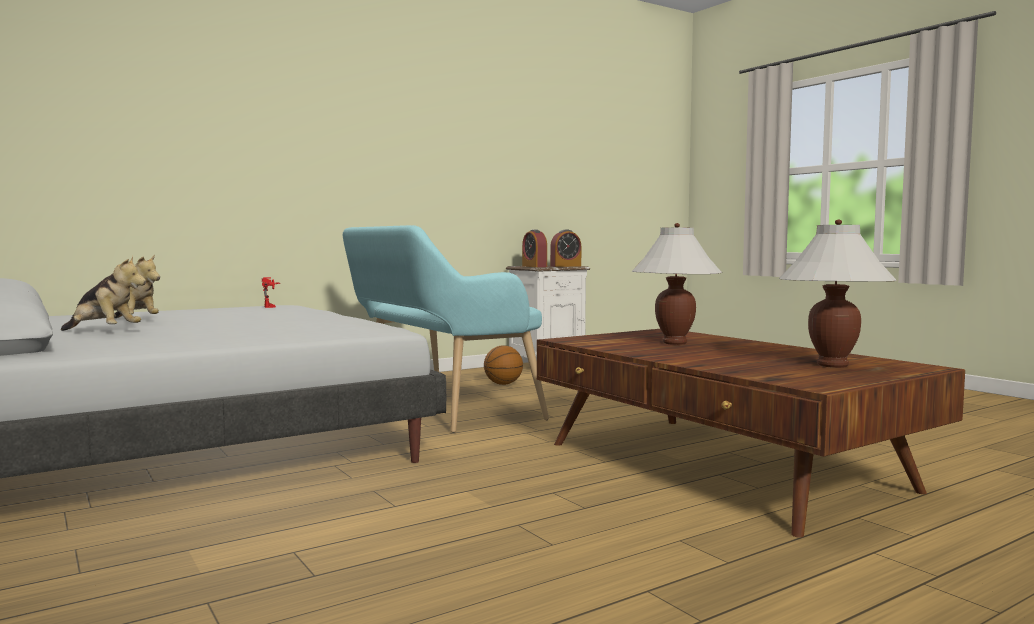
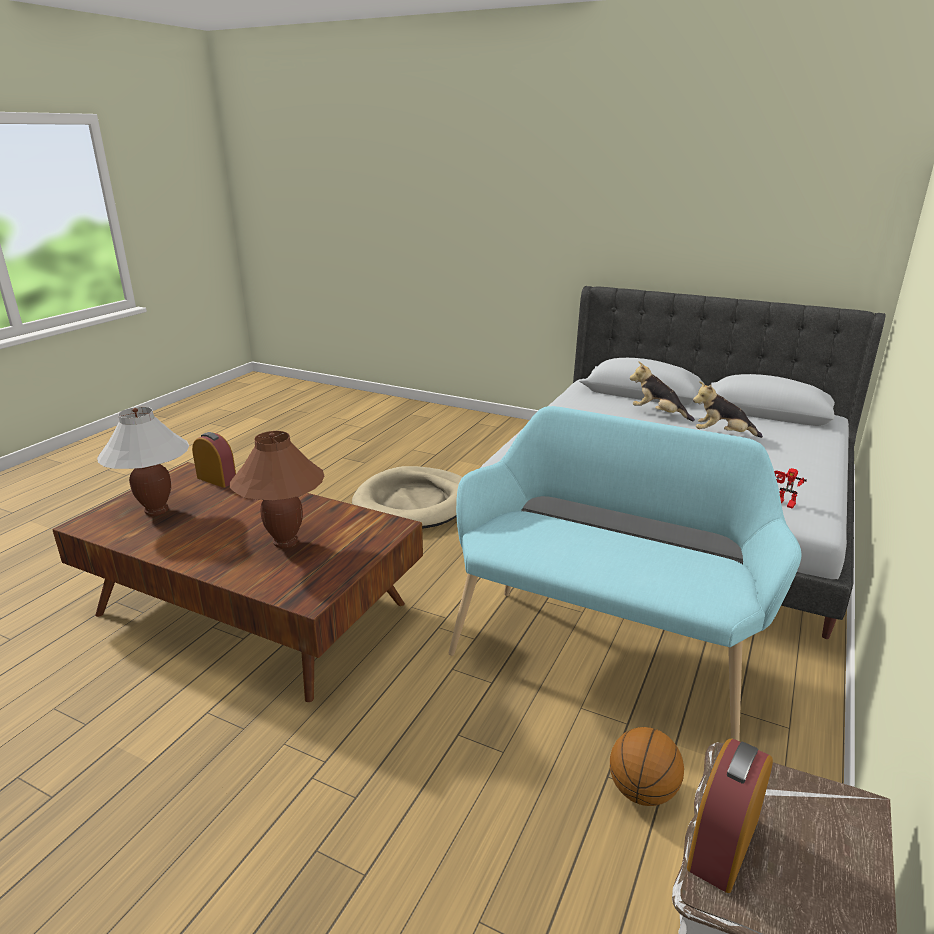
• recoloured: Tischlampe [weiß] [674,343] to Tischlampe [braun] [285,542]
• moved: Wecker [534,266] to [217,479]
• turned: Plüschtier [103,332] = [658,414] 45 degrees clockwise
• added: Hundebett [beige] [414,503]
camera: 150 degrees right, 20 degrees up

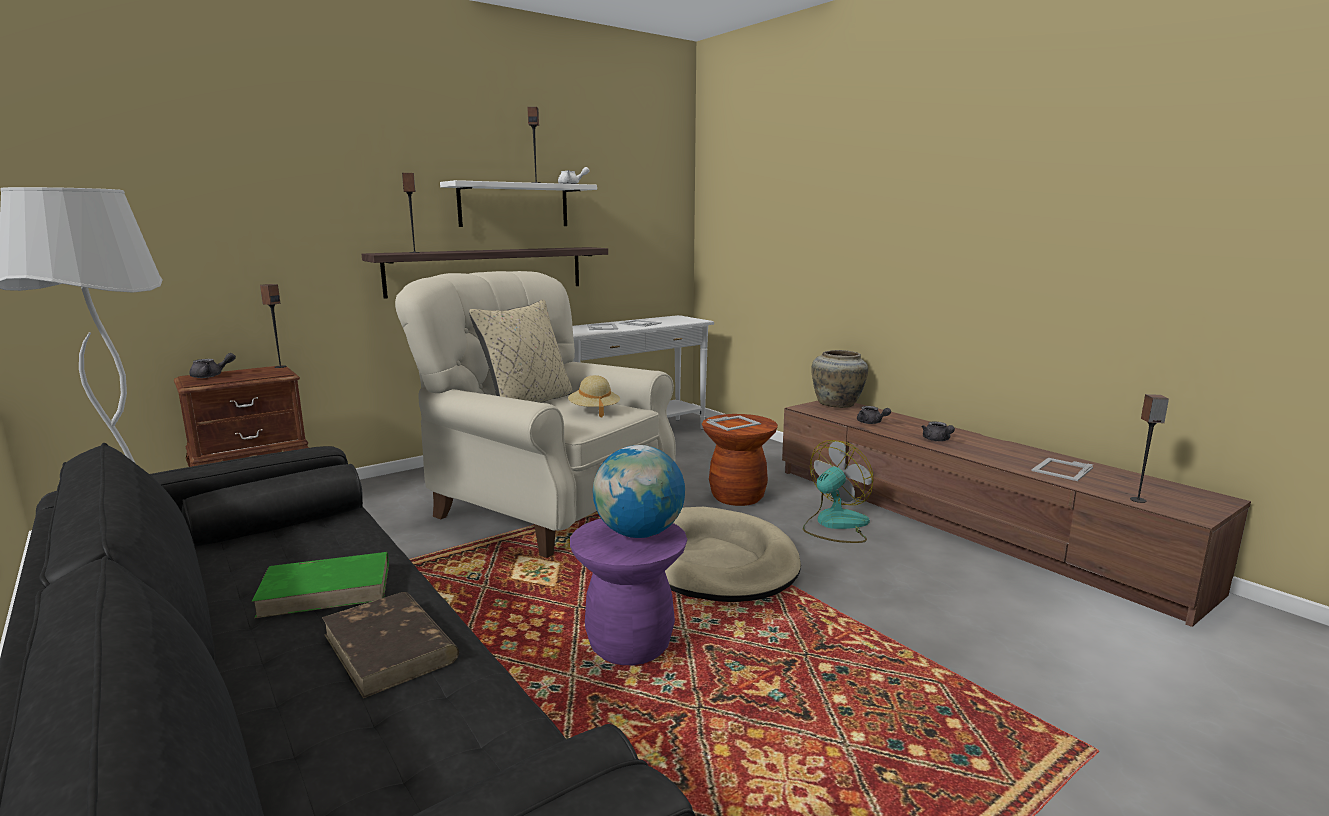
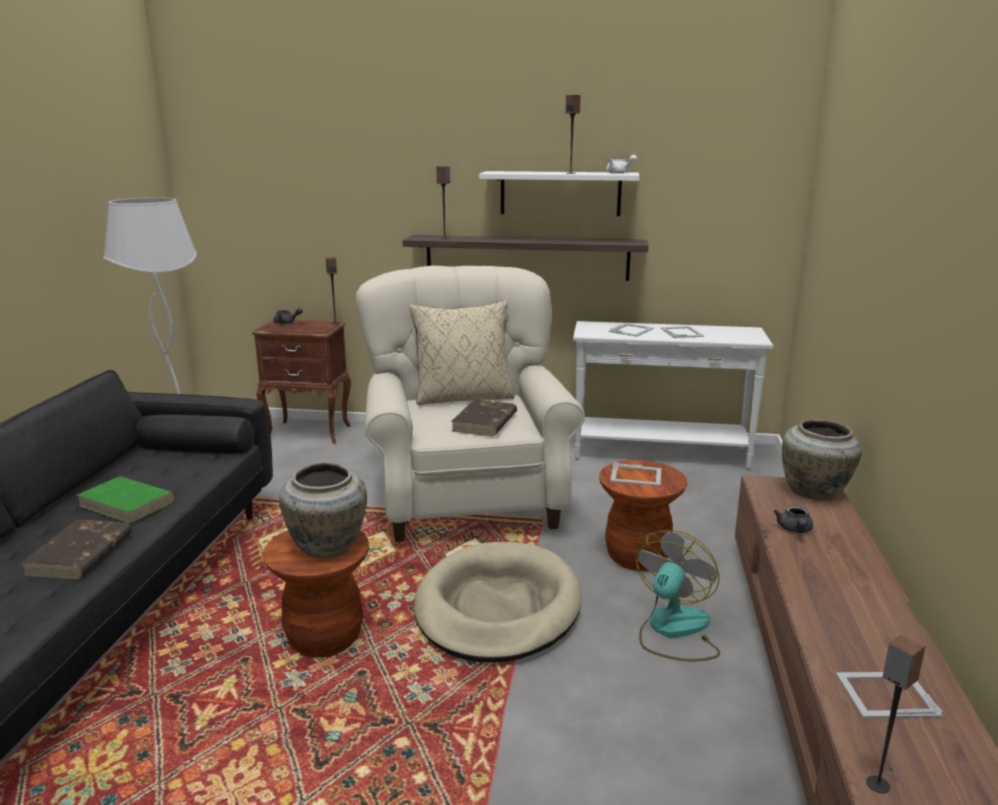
• replaced: Hut [beige] [594,411] to Buch [braun] [484,422]
• removed: Teekanne [grau] [937,440]
• turned: Ventilator [835,525] = [673,631] 60 degrees counterclockwise
• replaced: Globus [639,533] to Vase [beige] [327,547]
• recoloured: Hocker [lila] [630,645] to Hocker [braun] [324,638]
camera: 45 degrees right, 5 degrees up

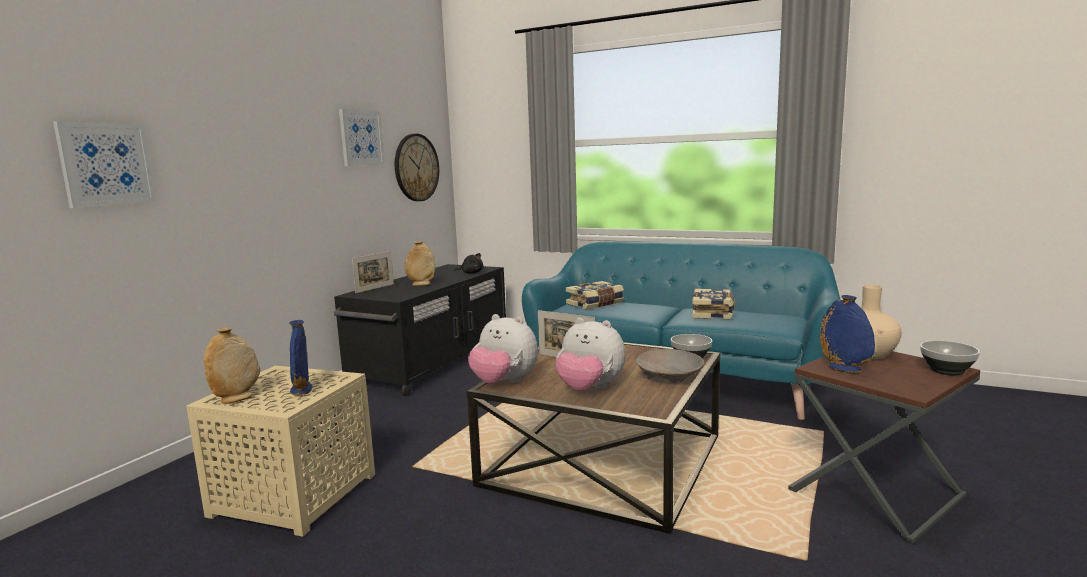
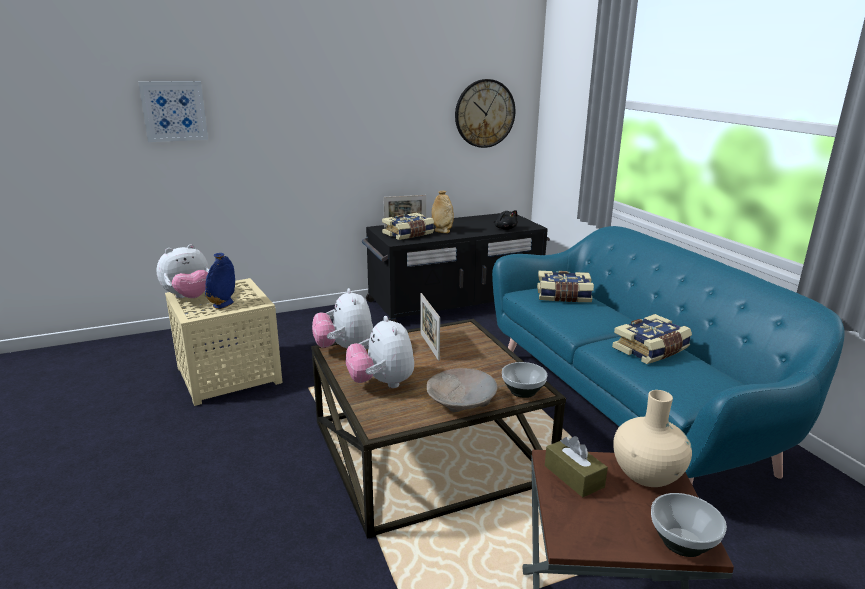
• removed: Bild [361,138]
• replaced: Vase [blau] [844,369] to Taschentuchbox [braun] [573,476]
• replaced: Vase [beige] [237,398] to Plüschtier [189,297]
• added: Buch [408,234]
camera: 40 degrees right, 10 degrees up

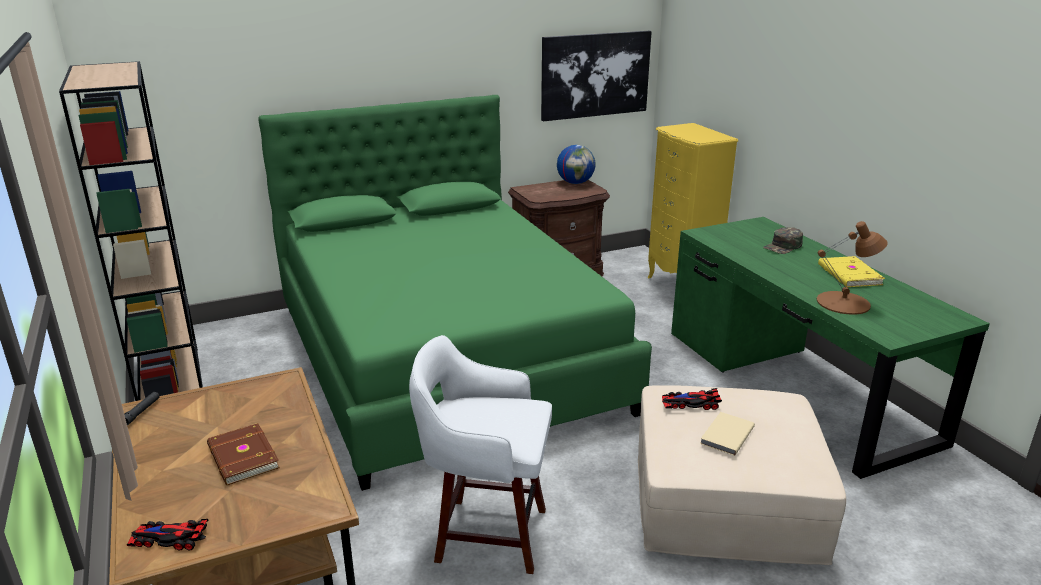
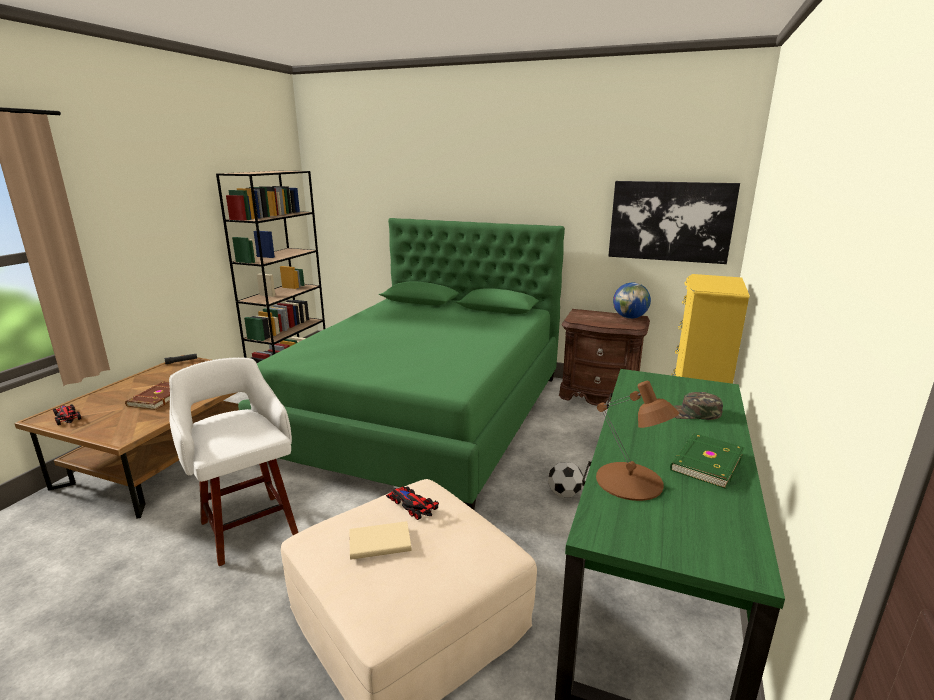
• recoloured: Buch [gelb] [848,275] to Buch [grün] [705,462]
• added: Fußball [564,494]
camera: 45 degrees right, 5 degrees down

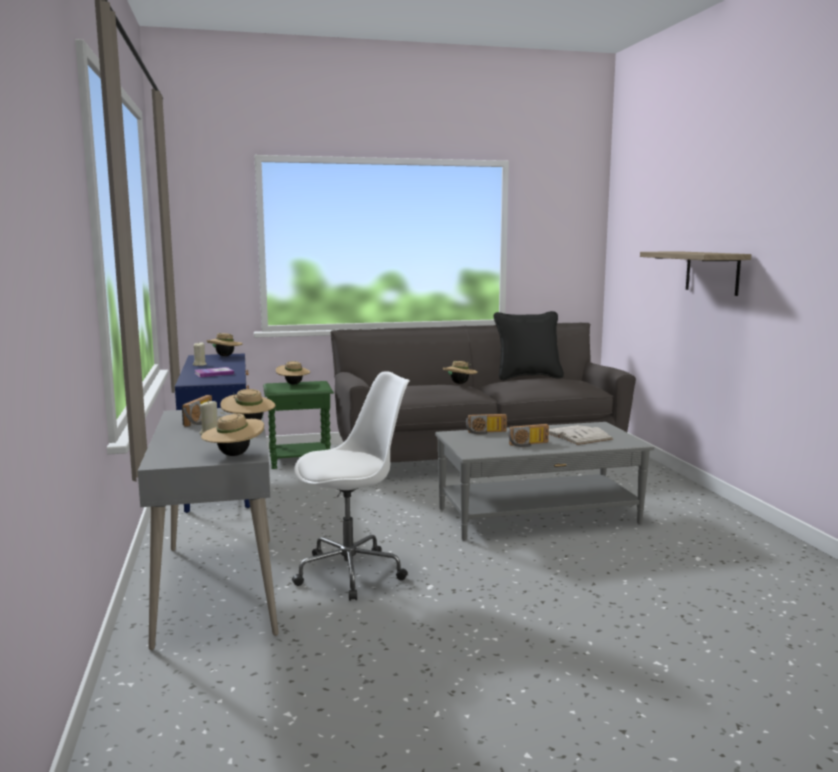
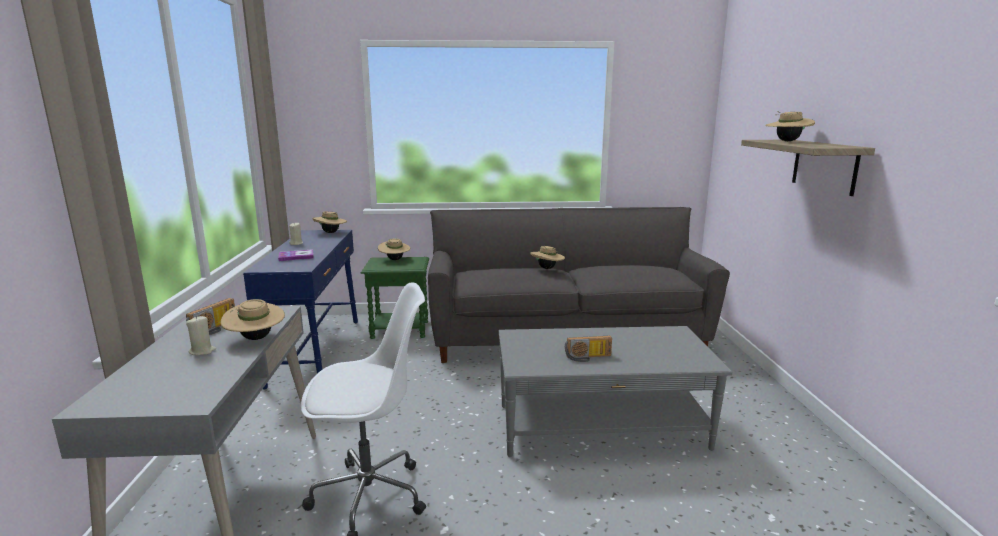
• removed: Kissen [schwarz] [527,377]
• moved: Hut [beige] [233,455] to [787,141]
• removed: Radio [486,432]
• removed: Buch [weiß] [576,435]
camera: 10 degrees right, 5 degrees up

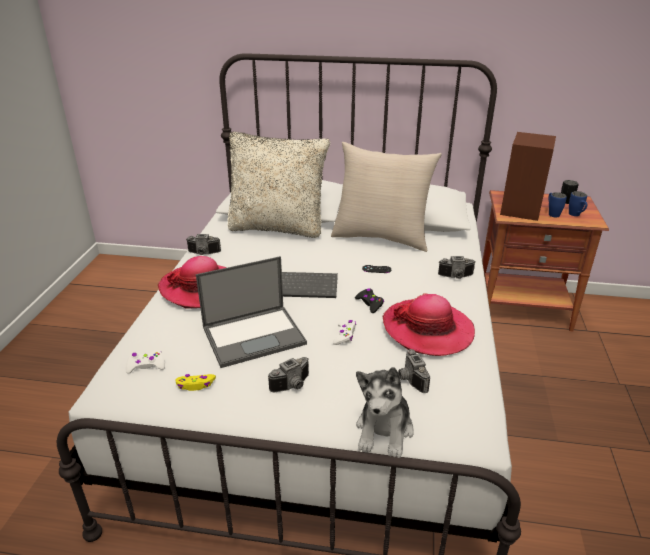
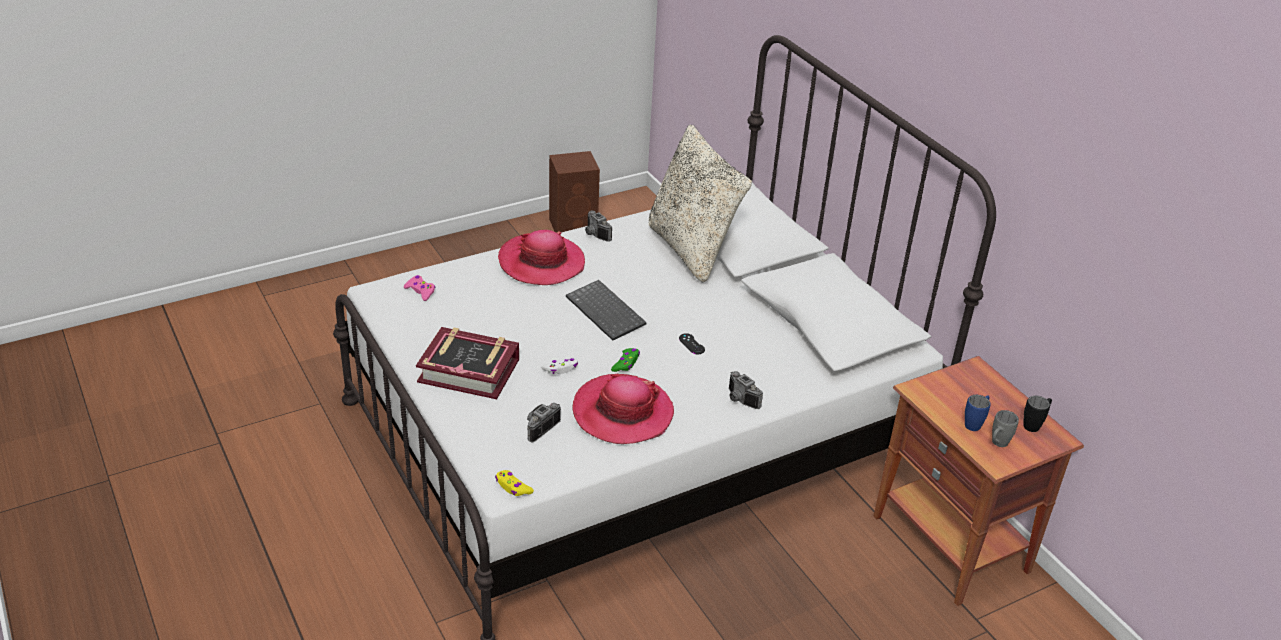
• moved: Lautsprecher [braun] [521,209] to [574,226]
• removed: Kissen [beige] [381,237]
• recoloured: Henkelbecher [blau] [576,215] to Henkelbecher [grau] [997,444]
• removed: Laptop [255,335]
• recoloured: Gamepad [schwarz] [370,303] to Gamepad [grün] [626,363]
• recoloured: Gamepad [weiß] [146,366] to Gamepad [rosa] [420,291]
• replaced: Kamera [293,386] to Buch [469,370]
• removed: Plüschtier [384,430]
• moved: Gamepad [gelb] [195,385] to [513,487]
camera: 50 degrees right, 5 degrees up

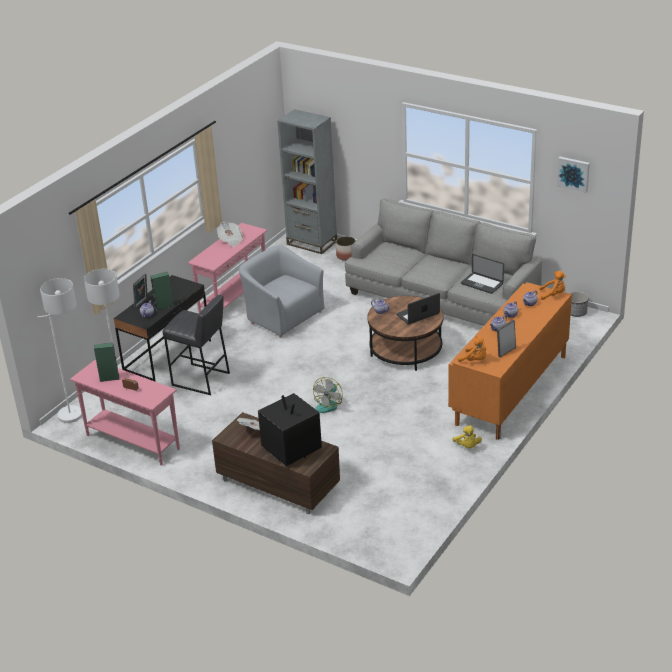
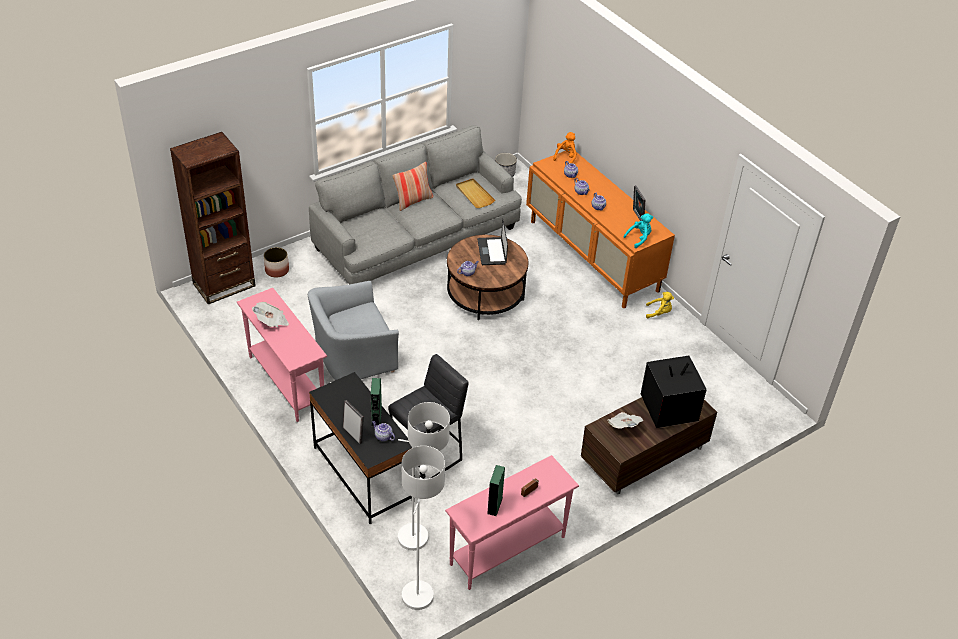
• recoloured: Bücherregal [grau] [312,243] to Bücherregal [braun] [224,285]
• removed: Bild [573,173]
• replaced: Laptop [482,284] to Tablett [beige] [474,194]
• recoloured: Plüschtier [orange] [474,360] to Plüschtier [türkis] [639,238]
• removed: Ventilator [328,404]
• added: Kissen [413,201]
camera: 70 degrees left, 10 degrees up

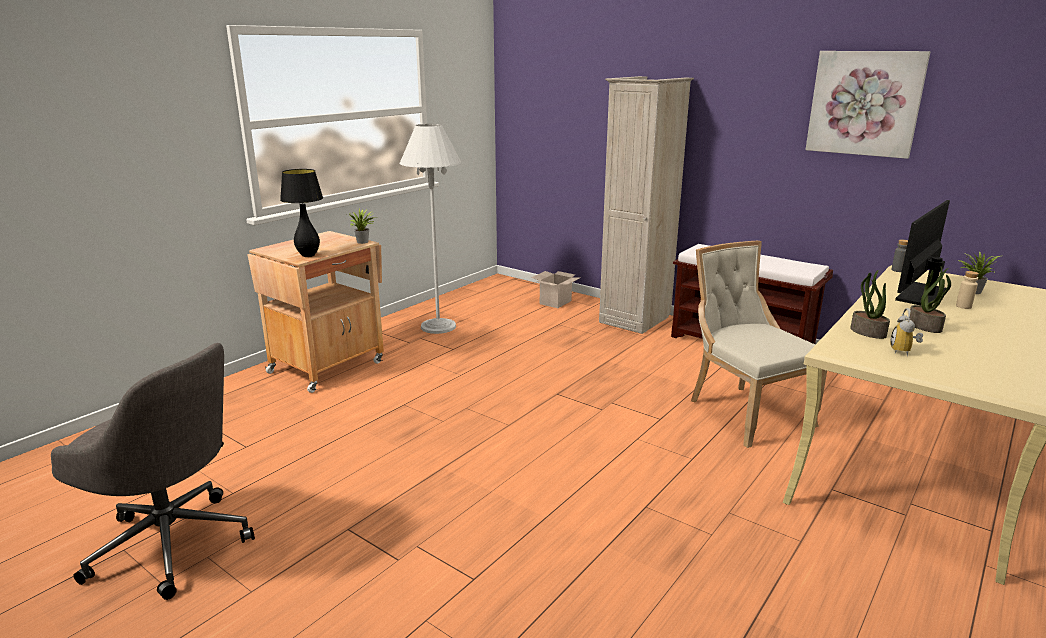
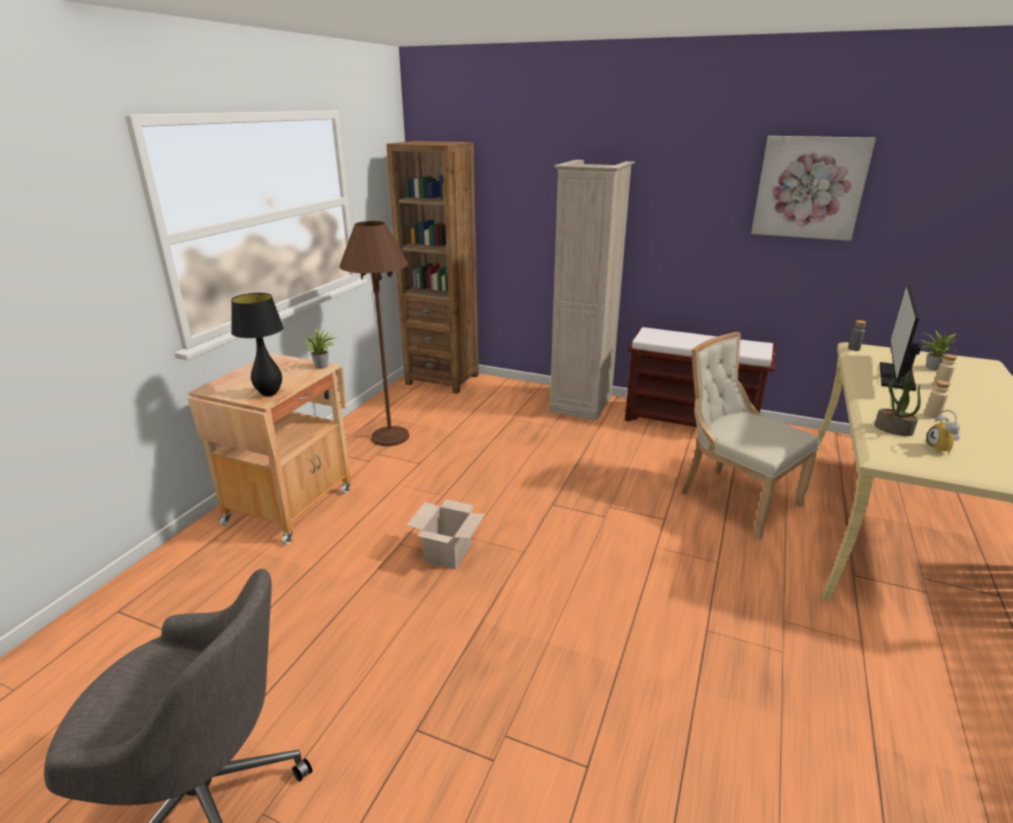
• recoloured: Stehlampe [weiß] [438,326] to Stehlampe [braun] [390,437]
• replaced: Topfpflanze [925,327] to Flasche [beige] [932,415]
• moved: Karton [555,302] to [448,552]
• added: Bücherregal [braun] [442,379]
camera: 15 degrees left, 5 degrees up

